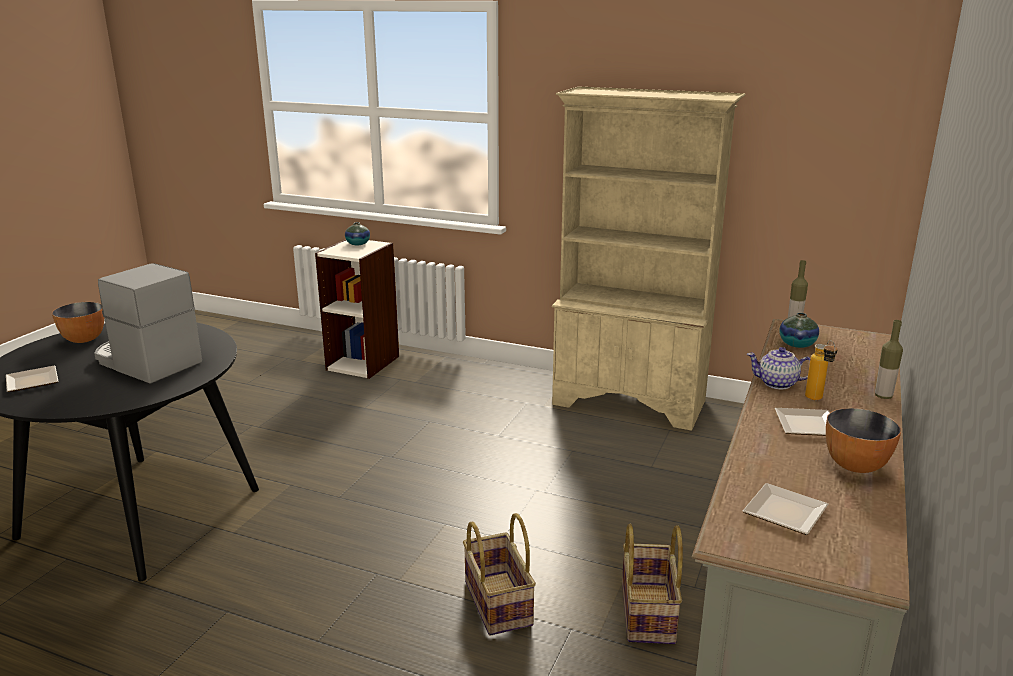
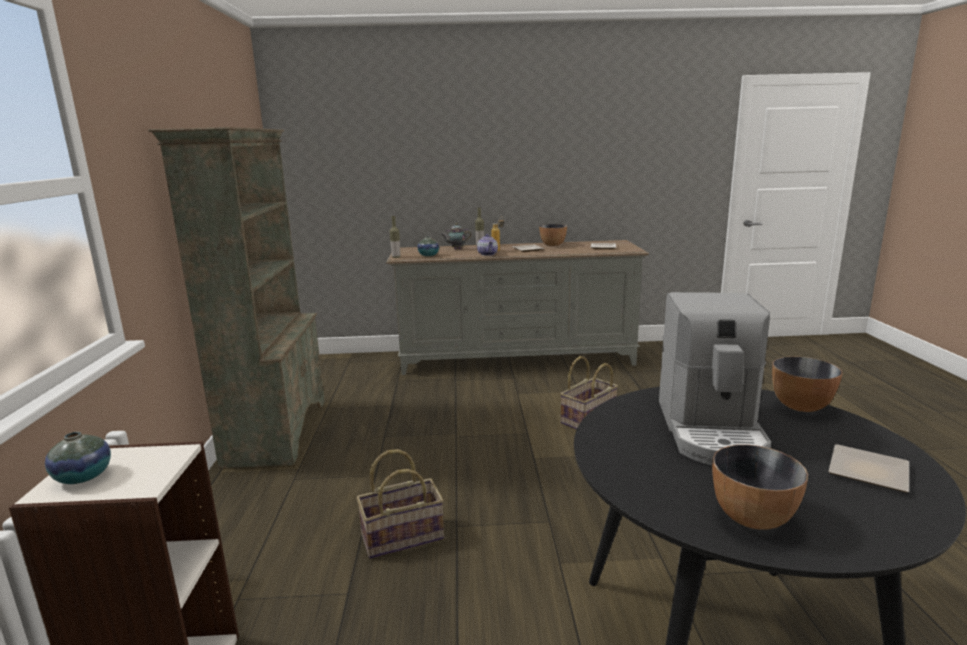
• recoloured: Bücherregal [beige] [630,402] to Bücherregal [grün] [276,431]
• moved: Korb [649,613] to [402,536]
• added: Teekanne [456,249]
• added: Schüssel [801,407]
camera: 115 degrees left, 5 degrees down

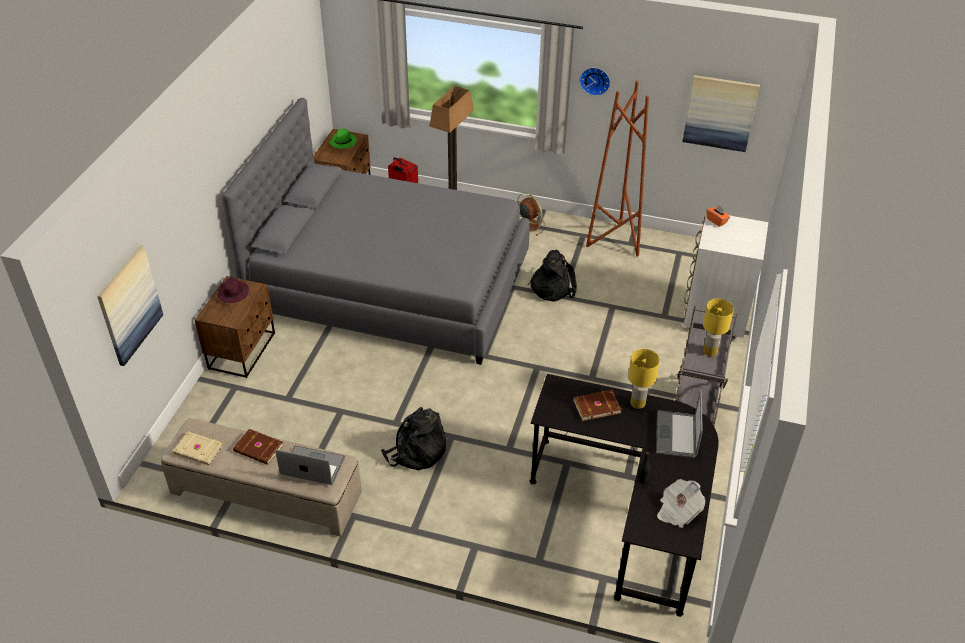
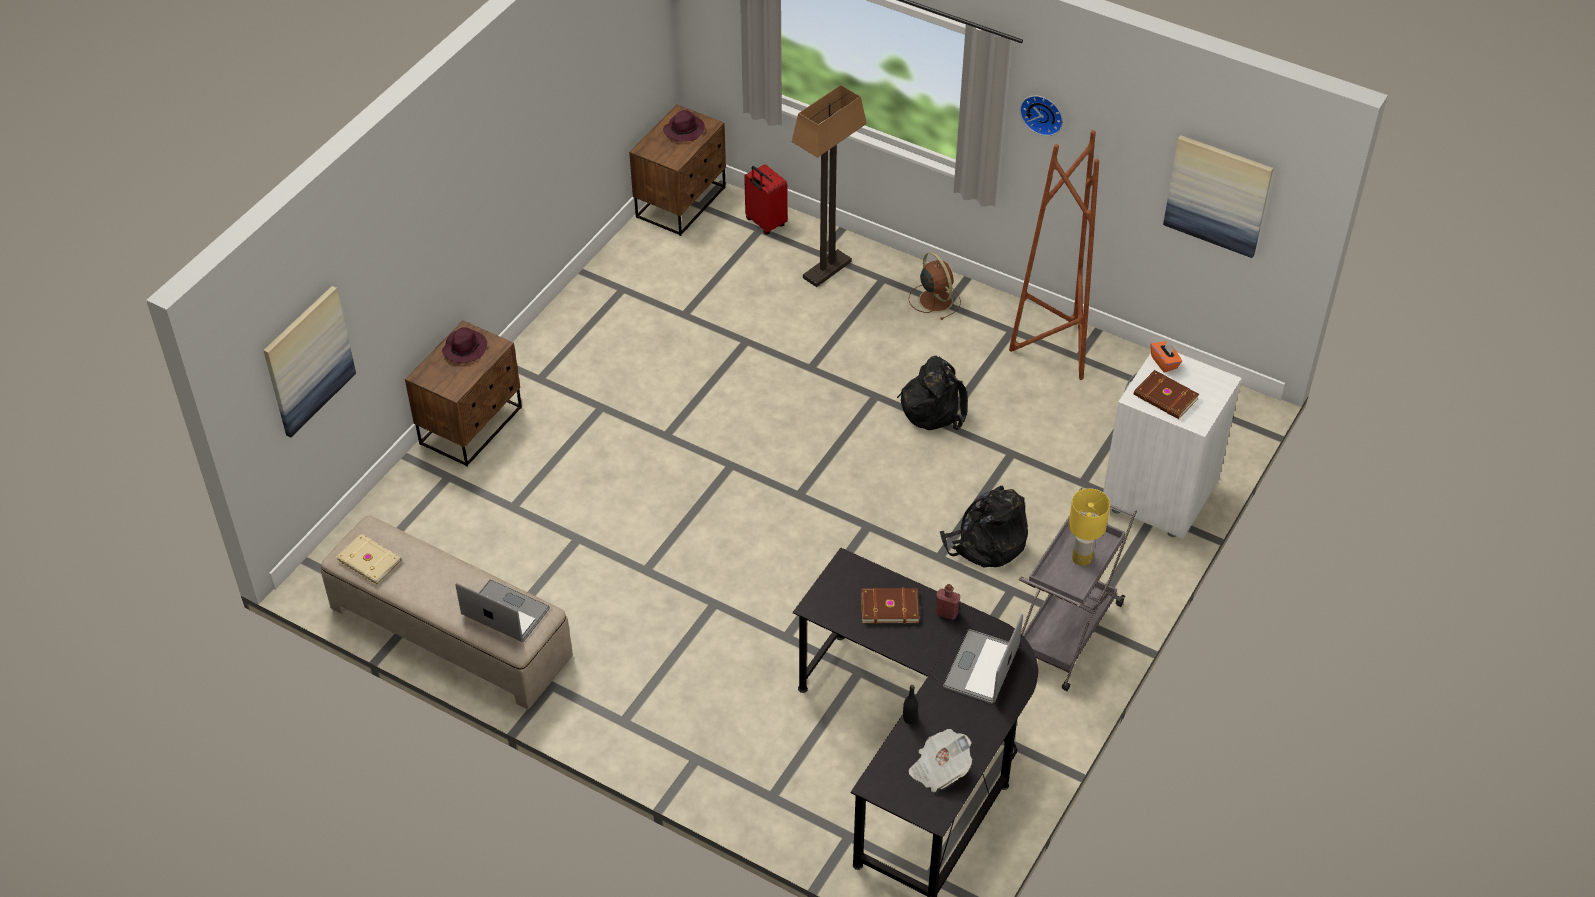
• removed: Bett [grau] [390,284]
• recoloured: Hut [grün] [343,142] to Hut [lila] [684,130]
• replaced: Tischlampe [gelb] [637,403] to Flasche [rot] [946,613]
• moved: Rucksack [schwarz] [416,452] to [986,543]
• moved: Buch [braun] [258,449] to [1165,398]
camera: 15 degrees right, 5 degrees up

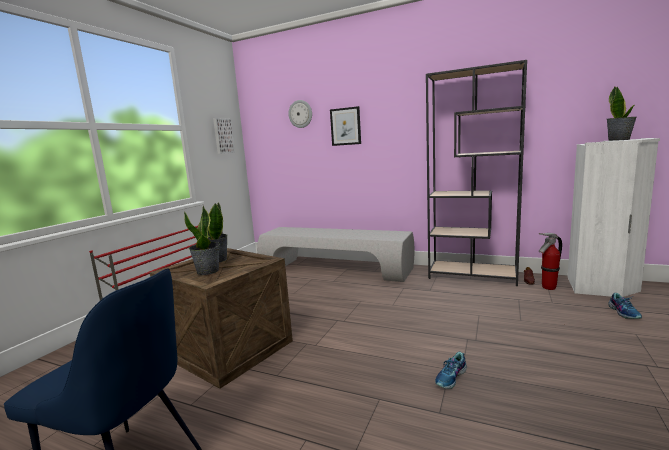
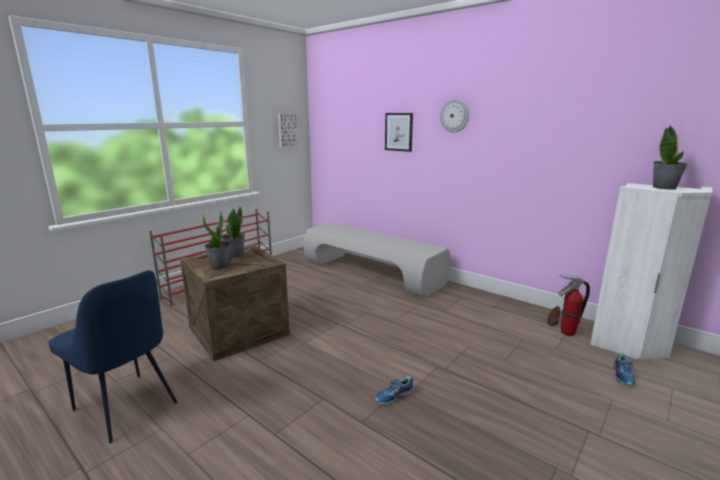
• removed: Bücherregal [473,275]
• moved: Wanduhr [300,114] to [454,116]
camera: 15 degrees right, 5 degrees up

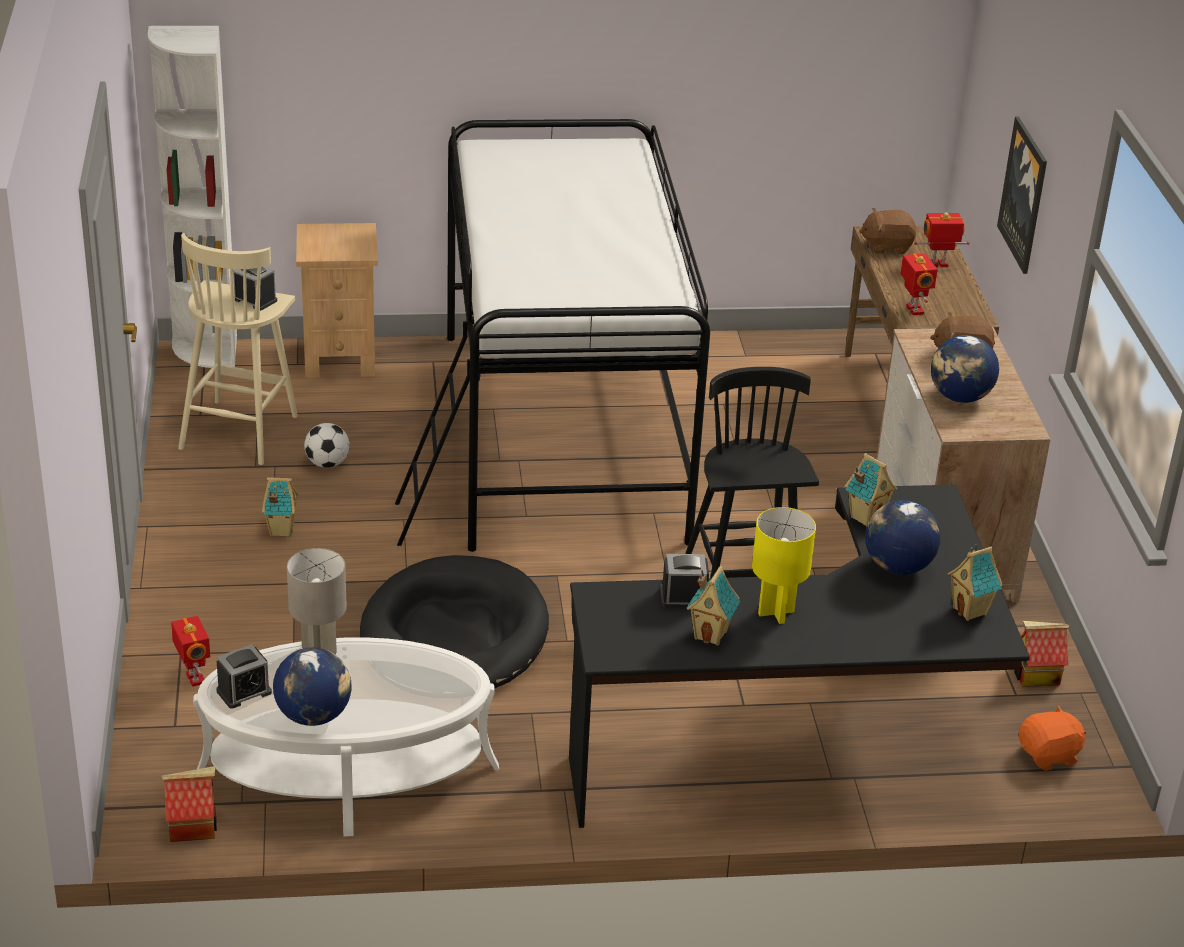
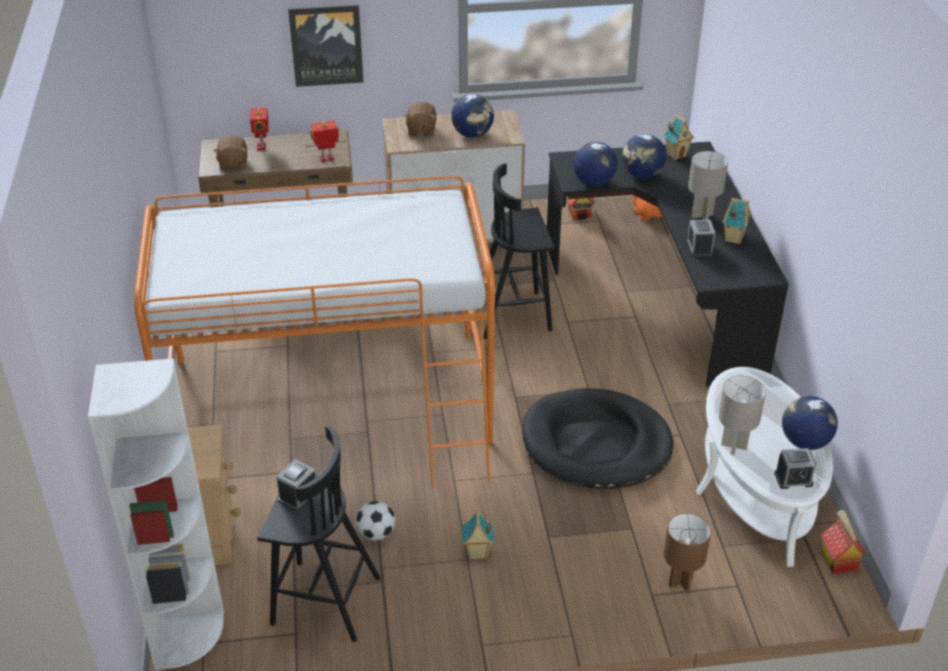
• recoloured: Bett [schwarz] [557,437] to Bett [orange] [334,401]
• recoloured: Hocker [beige] [240,429] to Hocker [schwarz] [321,600]
• replaced: Spielzeughaus [866,517] to Globus [593,183]
• recoloured: Tischlampe [gelb] [775,613] to Tischlampe [grau] [702,216]
• replaced: Spielzeugroboter [194,679] to Tischlampe [braun] [680,582]
• turned: Wecker [244,692] = [793,479] 120 degrees clockwise
camera: 90 degrees left, 5 degrees up

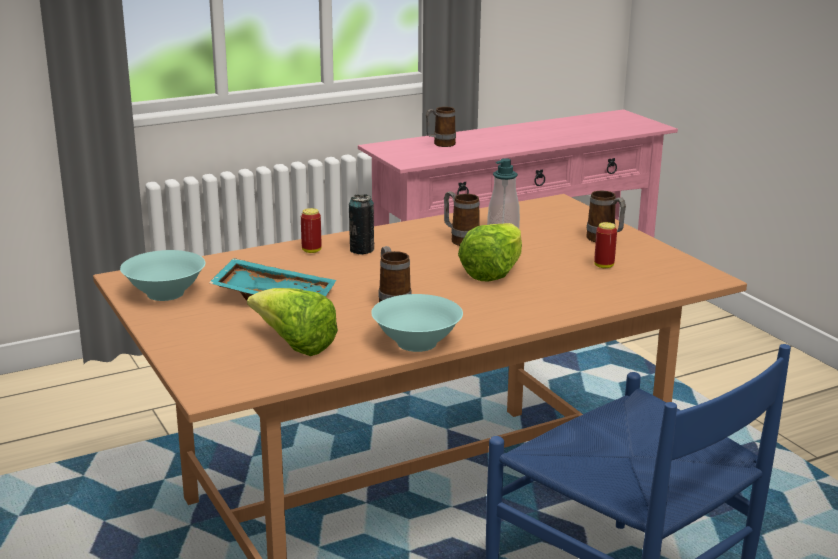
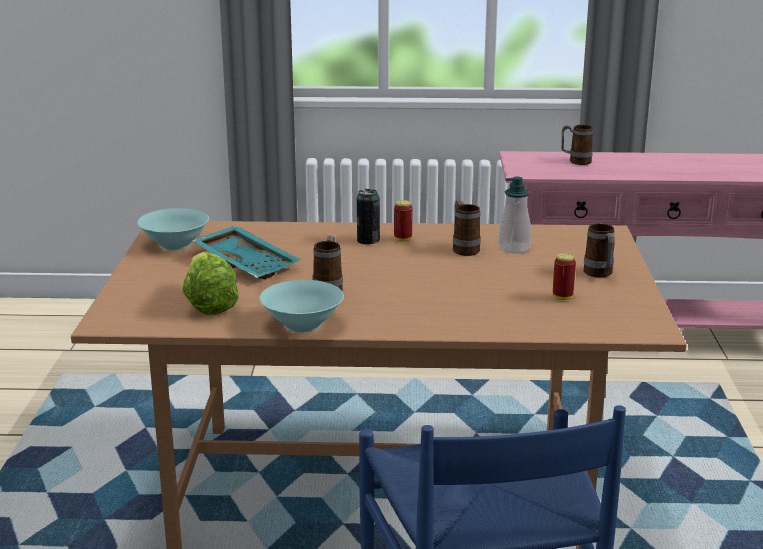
• moved: Dose [311,251] to [403,239]
• removed: Salatkopf [493,272]
camera: 30 degrees right, 0 degrees up

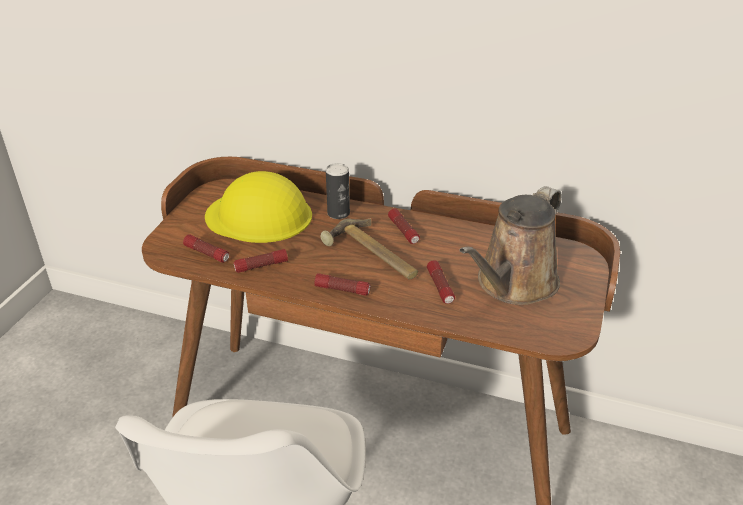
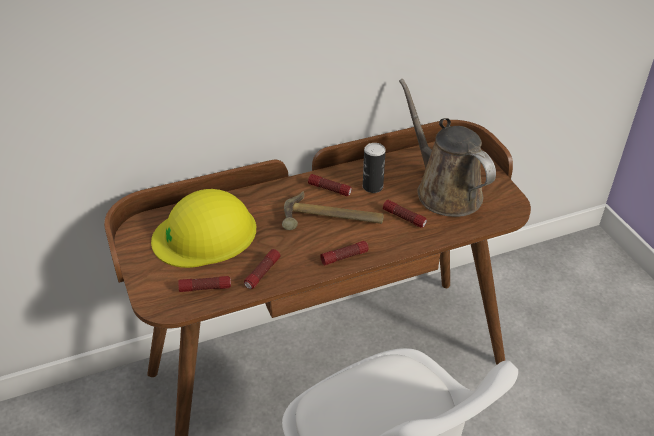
• moved: Dose [338,213] to [372,187]
• turned: Gießkanne [braun] [513,284] = [444,191] 150 degrees clockwise
camera: 40 degrees left, 5 degrees up

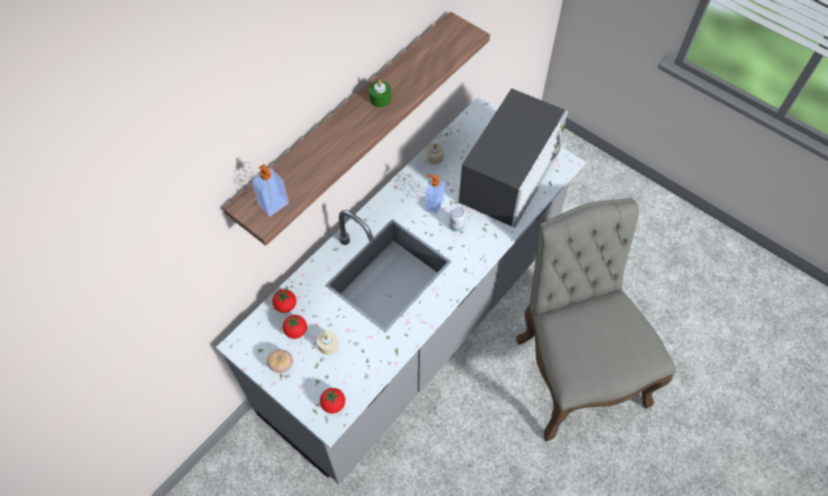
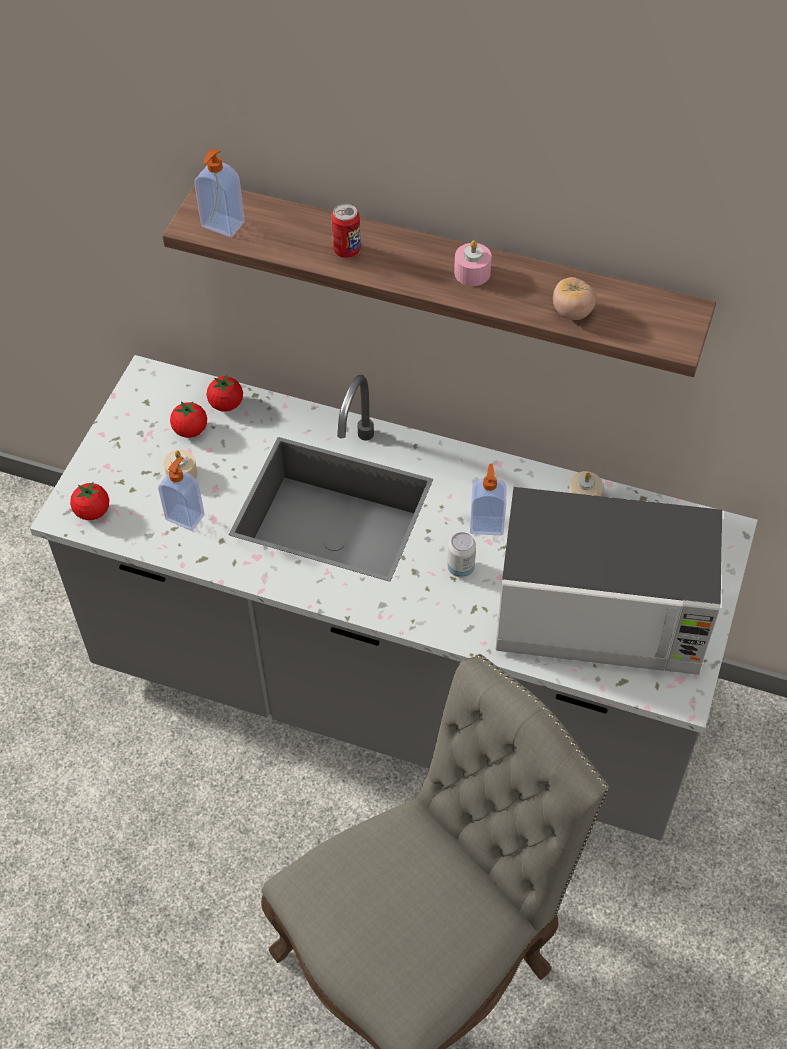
• recoloured: Kerze [grün] [380,98] to Kerze [rosa] [472,273]
• moved: Tomate [281,365] to [572,312]
• added: Dose [347,250]
• added: Seifenspender [185,516]
camera: 70 degrees right, 5 degrees down

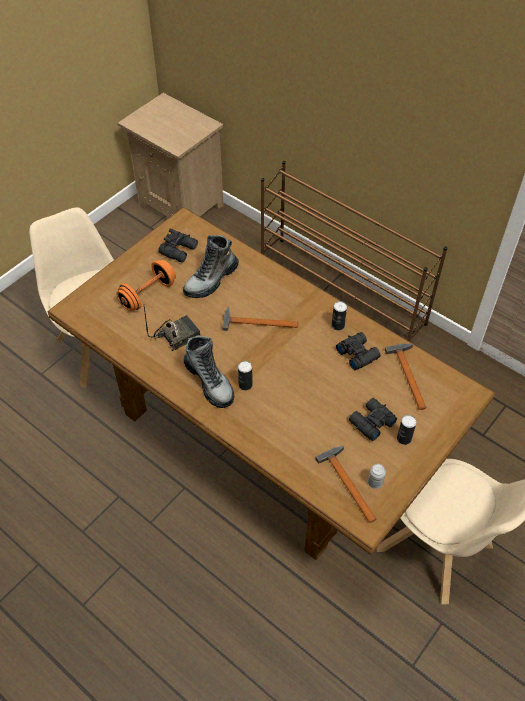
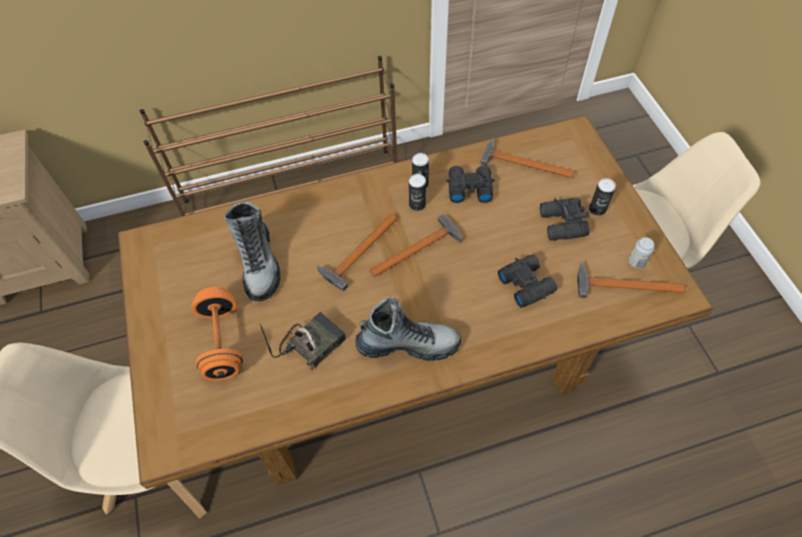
• moved: Fernglas [schwarz] [179,250] to [526,283]
• turned: Radio [177,335] = [312,343] 45 degrees clockwise
• moved: Dose [245,385] to [417,204]
• added: Hammer [418,249]
camera: 55 degrees left, 5 degrees up

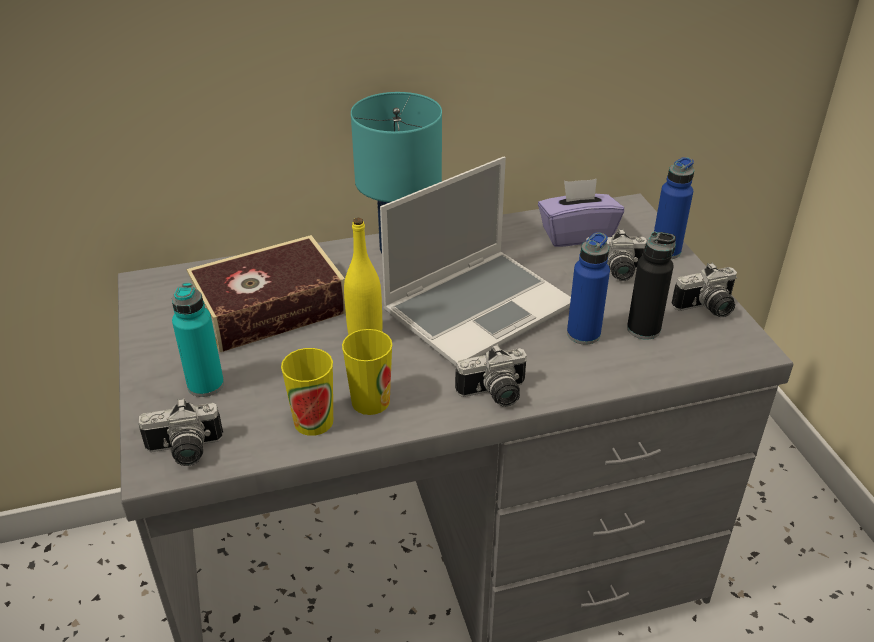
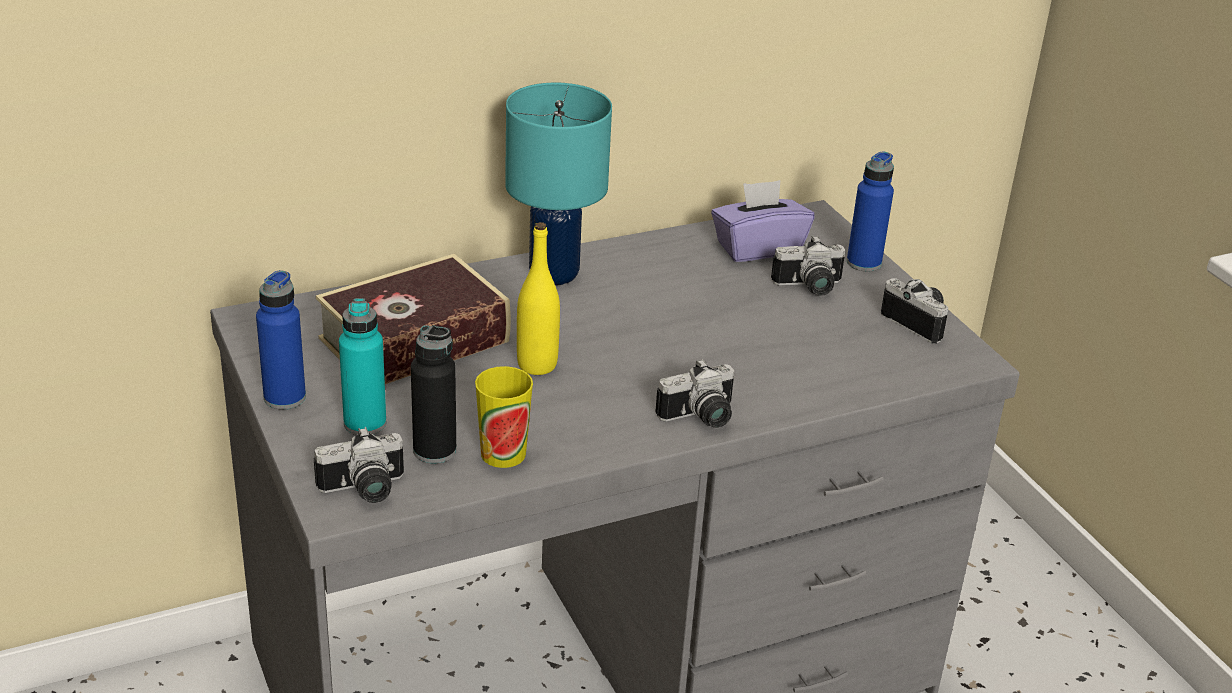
• removed: Laptop [478,308]
• moved: Flasche [blau] [583,334] to [284,397]
• moved: Flasche [schwarz] [643,329] to [434,450]
• turned: Kamera [707,309] = [920,322] 105 degrees counterclockwise
• removed: Tasse [370,401]
camera: 10 degrees left, 5 degrees down

